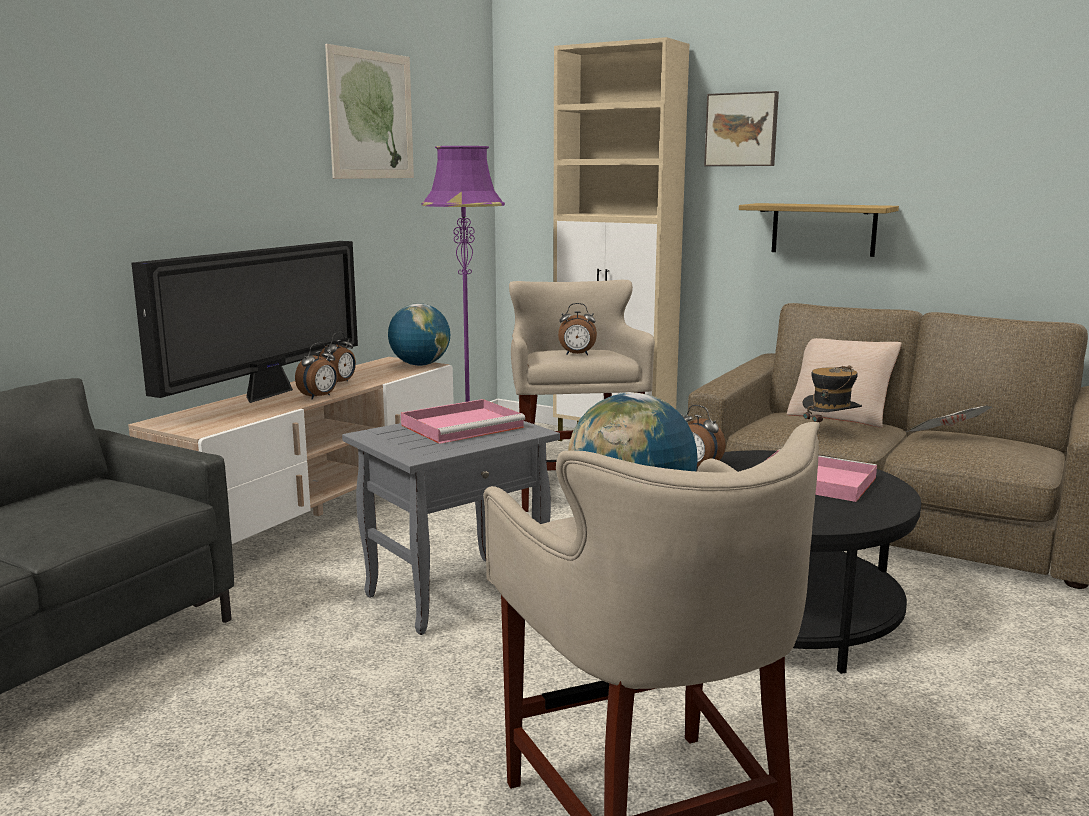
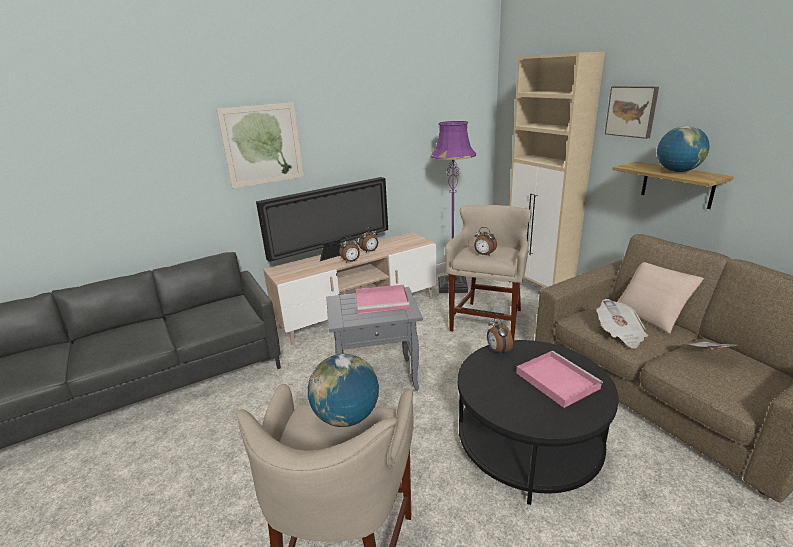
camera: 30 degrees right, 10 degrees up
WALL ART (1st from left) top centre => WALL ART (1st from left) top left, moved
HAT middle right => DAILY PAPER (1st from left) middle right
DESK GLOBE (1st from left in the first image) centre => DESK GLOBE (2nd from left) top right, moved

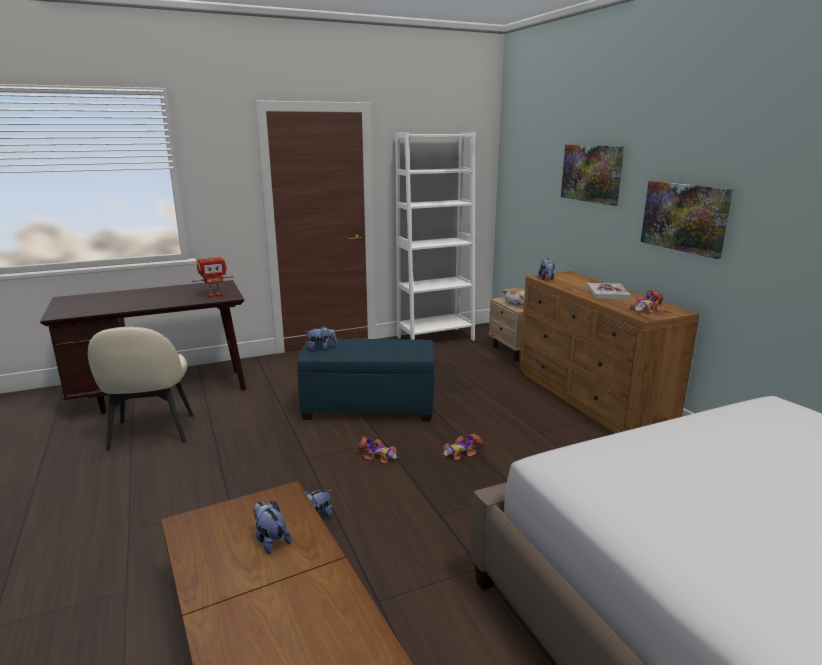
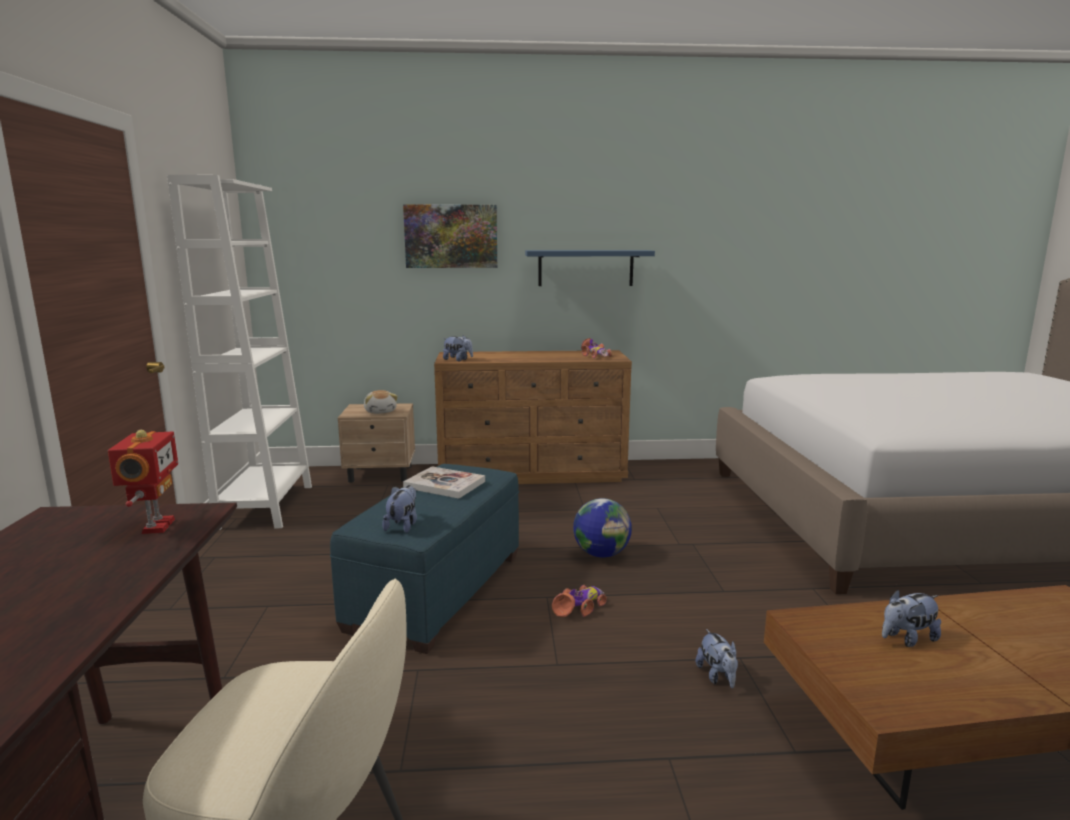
camera: 70 degrees left, 5 degrees down
BOUND BOOK middle right => BOUND BOOK centre, moved
WALL ART (2nd from left) top right => BLUE BRACKET SHELF top centre
MINIATURE CAR (2nd from left) bottom centre => DESK GLOBE centre

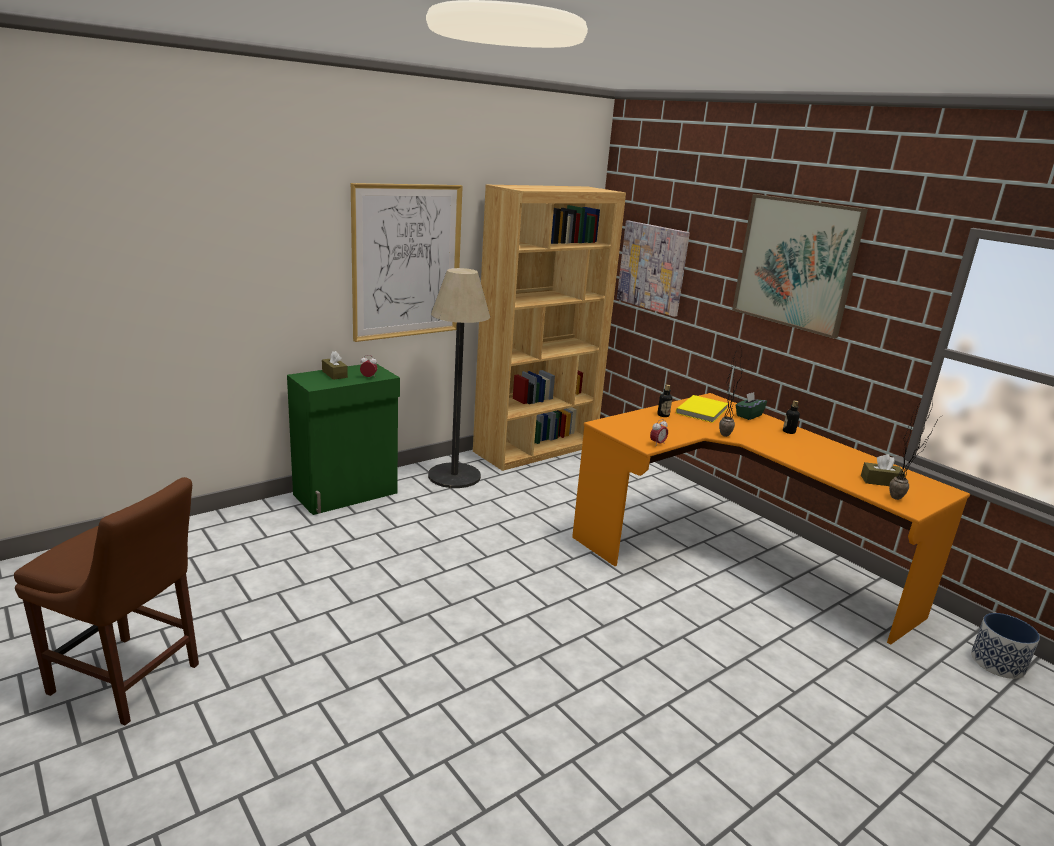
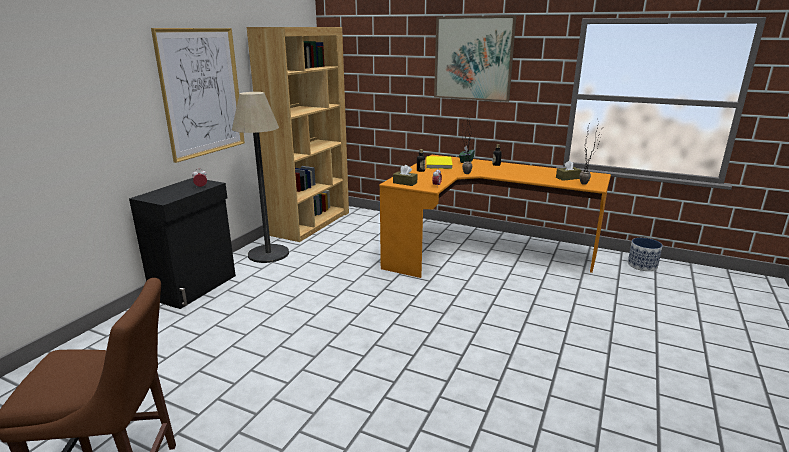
camera: 25 degrees left, 0 degrees up
GREEN CABINET middle left => BLACK CABINET middle left
BROWNISH TISSUE BOX (1st from left) middle left => BROWNISH TISSUE BOX (1st from left) centre, moved
WALL ART (2nd from left) top centre => nothing

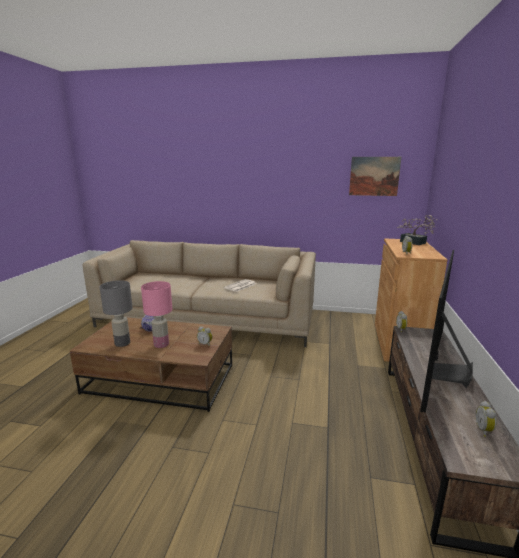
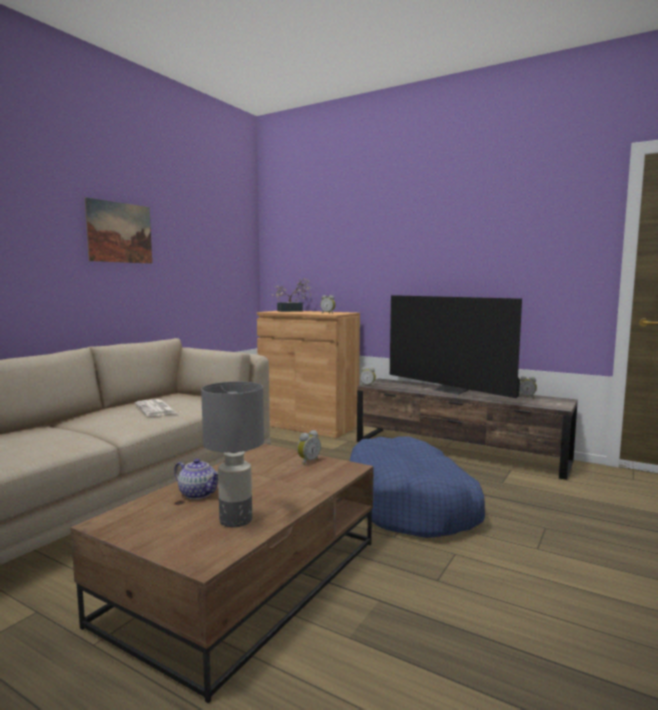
camera: 70 degrees left, 10 degrees down
WALL ART top right => WALL ART top left, moved
nothing => BLUE DOG CUSHION bottom centre
PINKISH TABLE LAMP middle left => nothing

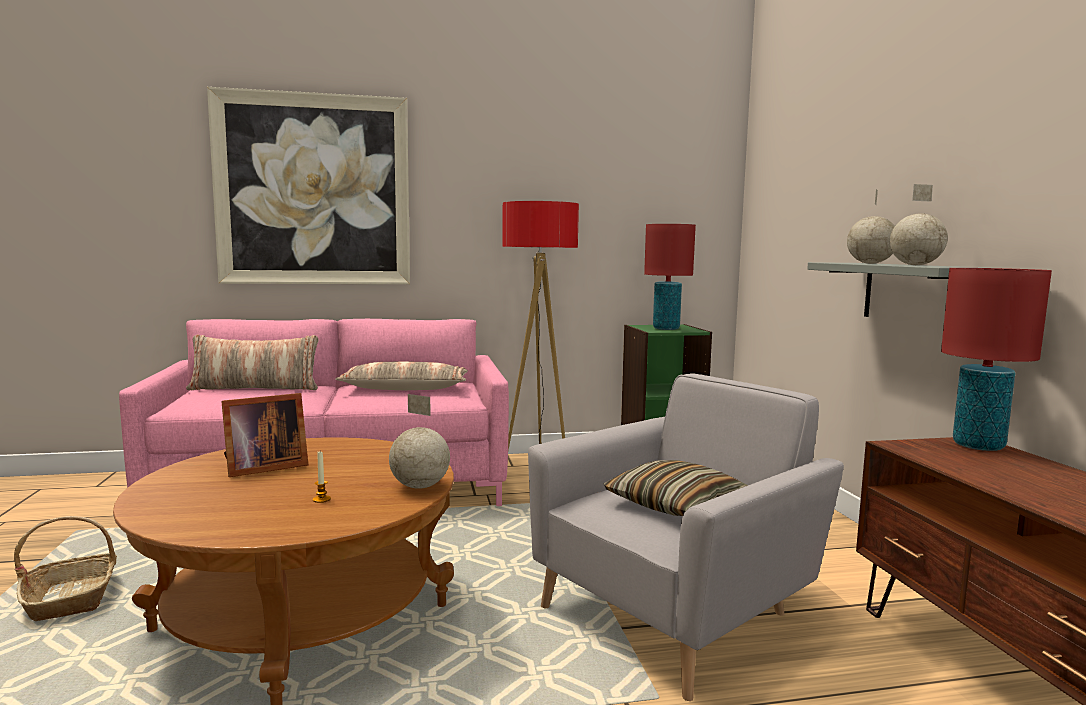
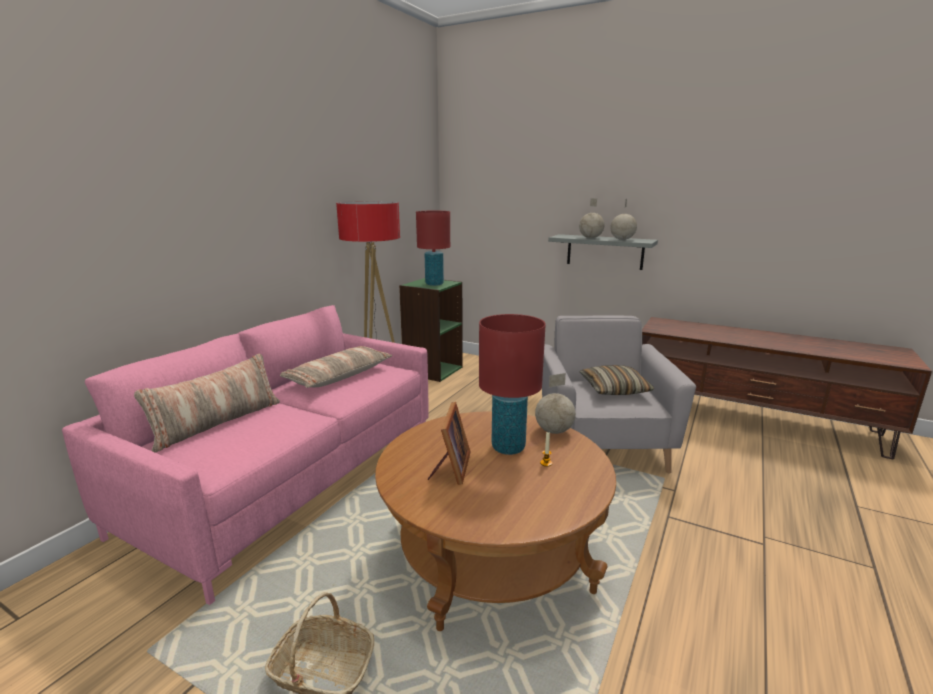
camera: 50 degrees left, 10 degrees up
RED-COLOURED TABLE LAMP (2nd from left) middle right => RED-COLOURED TABLE LAMP (2nd from left) centre, moved
WALL ART top left => nothing

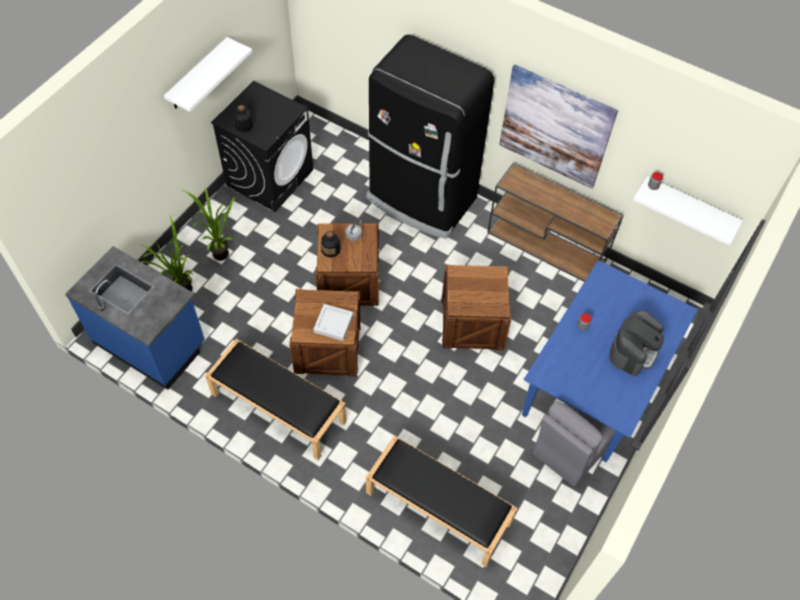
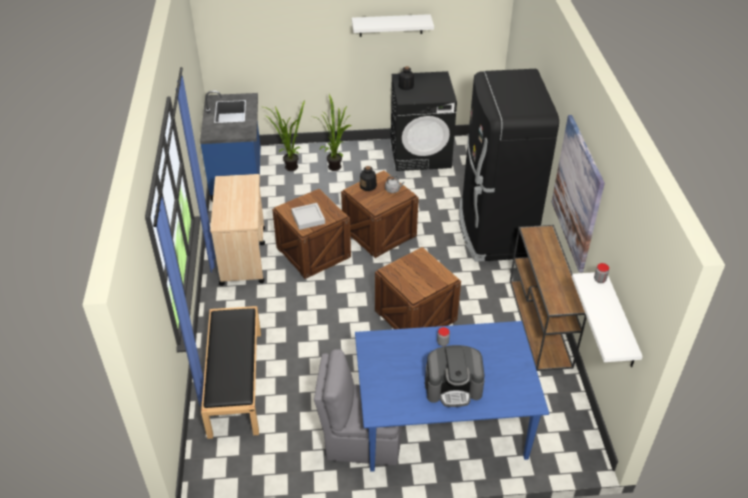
camera: 55 degrees right, 15 degrees down
BLACK LONG SEAT (1st from left) centre => BEIGE-COLOURED CART middle left

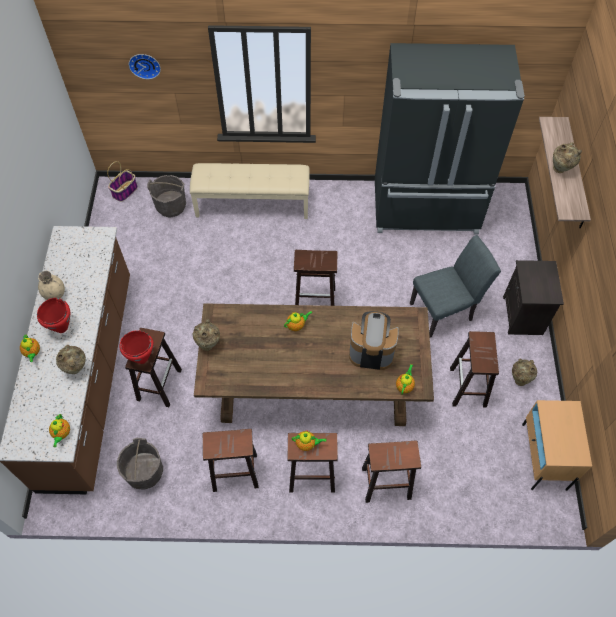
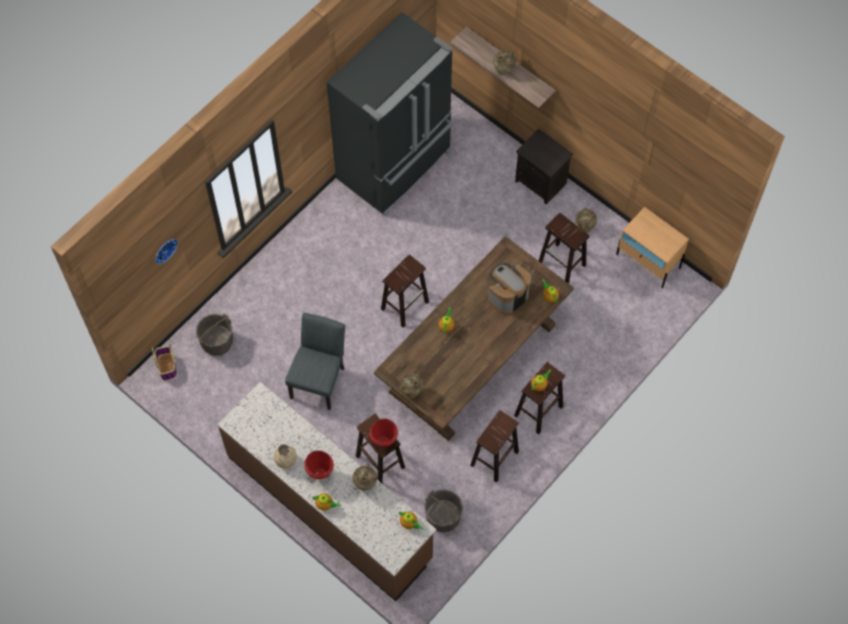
camera: 50 degrees left, 5 degrees up
GREYISH CHAIR middle right => GREYISH CHAIR centre, moved
BEIGE-COLOURED LONG SEAT top centre => nothing
BROWNISH STOOL SEAT (5th from left) bottom centre => nothing

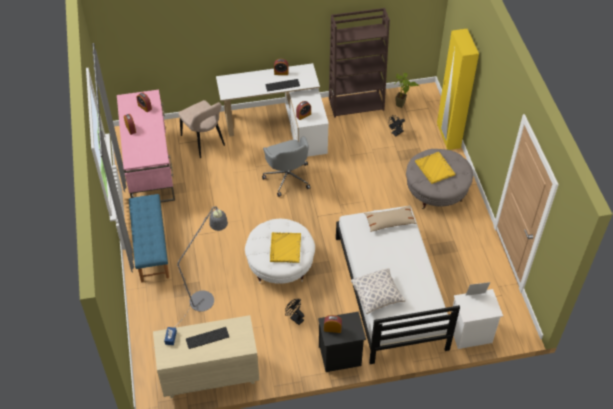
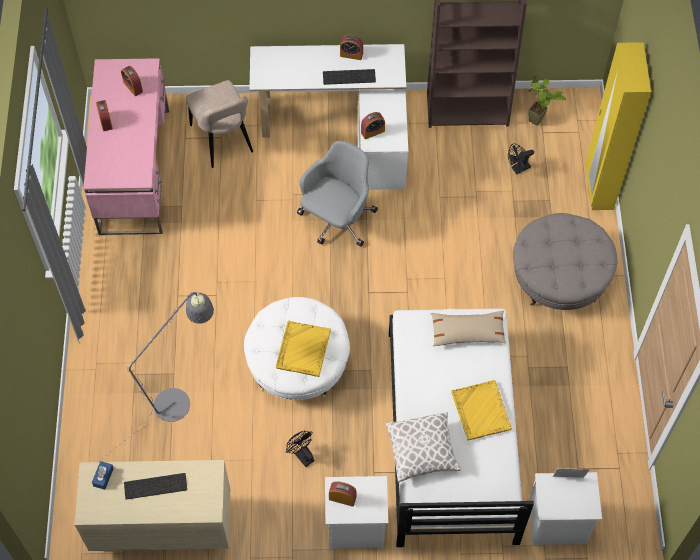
camera: 10 degrees right, 10 degrees up
GREYISH COMPUTER CHAIR centre, 135 degrees counterclockwise
BLACK NIGHT TABLE bottom centre => WHITE-COLOURED NIGHT TABLE (1st from left) bottom centre
YELLOWISH SERVING TRAY (2nd from left) middle right => YELLOWISH SERVING TRAY (2nd from left) bottom right, moved
BLUE LONG SEAT middle left => nothing

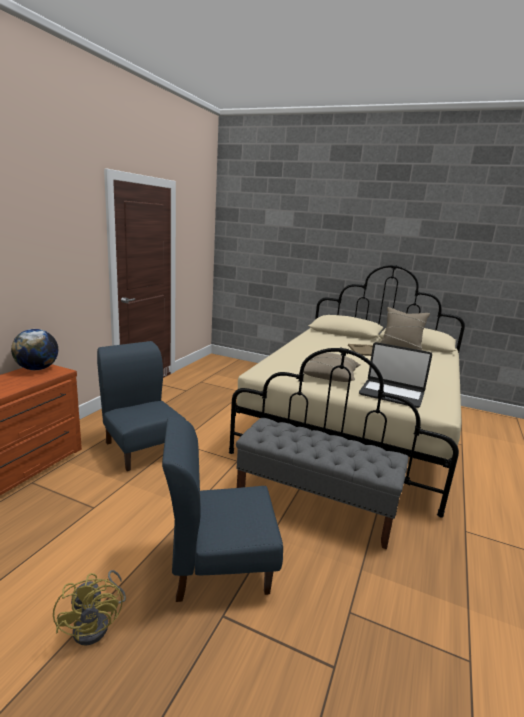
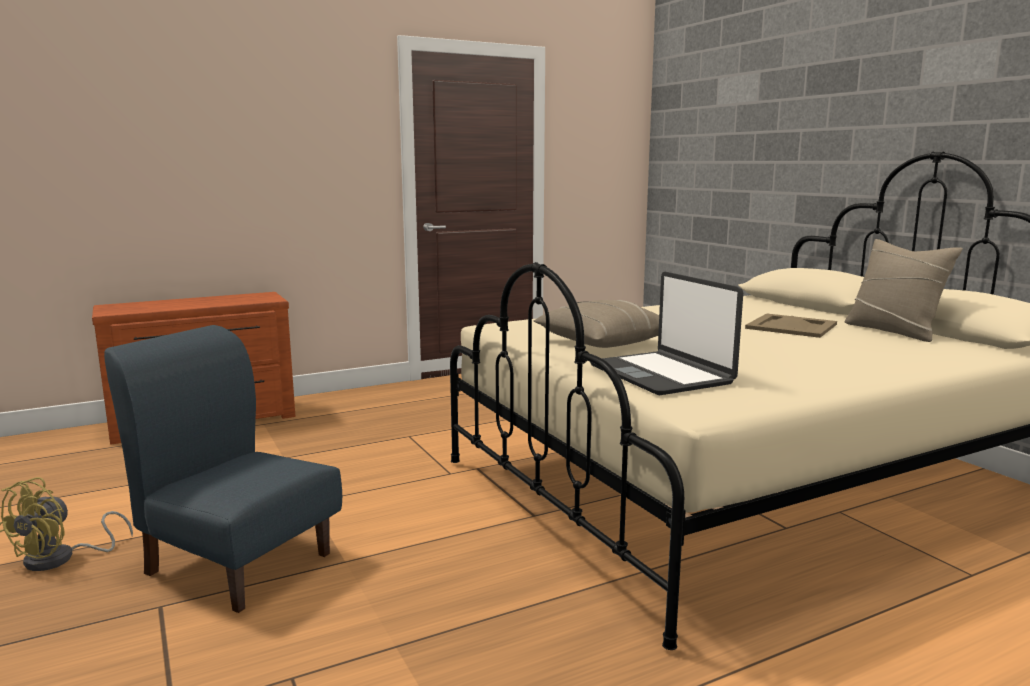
camera: 40 degrees right, 5 degrees down
DESK GLOBE middle left => nothing
BLUE CHAIR (1st from left) middle left => nothing
GREYISH LONG SEAT bottom centre => nothing

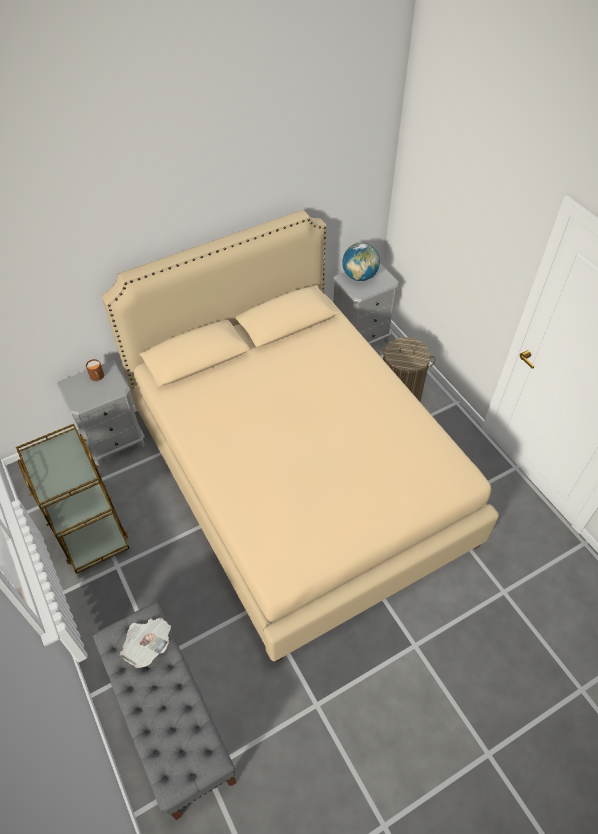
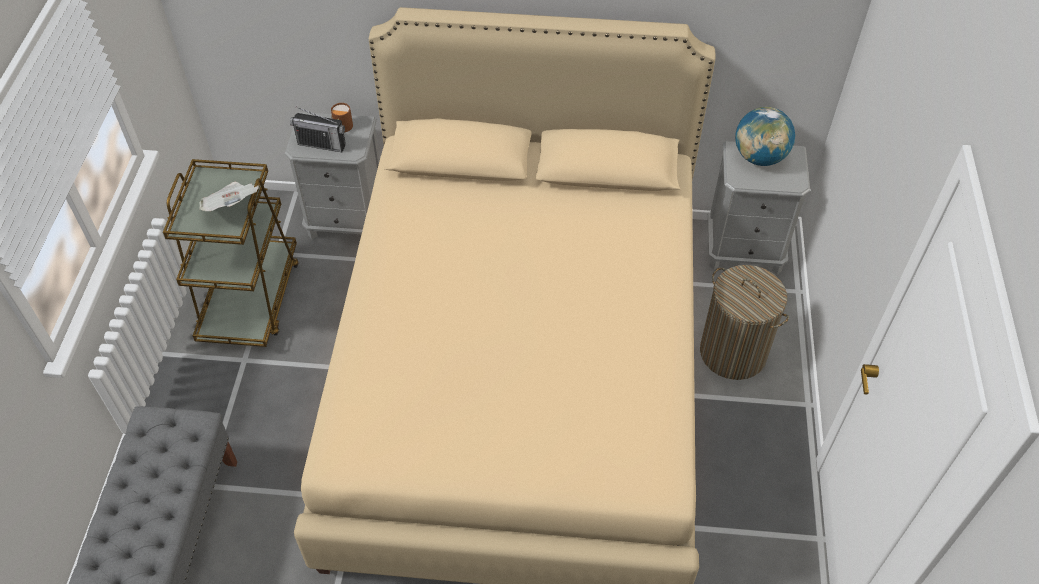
camera: 35 degrees right, 0 degrees up
DAILY PAPER bottom left => DAILY PAPER middle left, moved
nothing => RADIO SET top left

